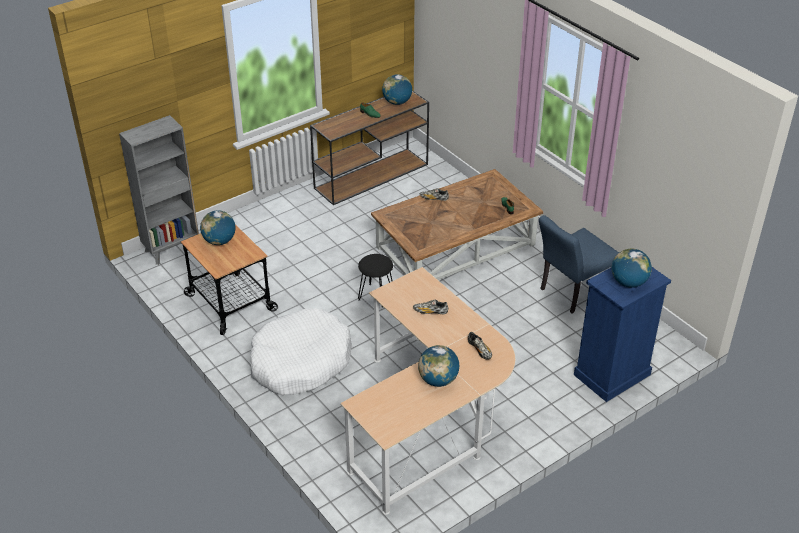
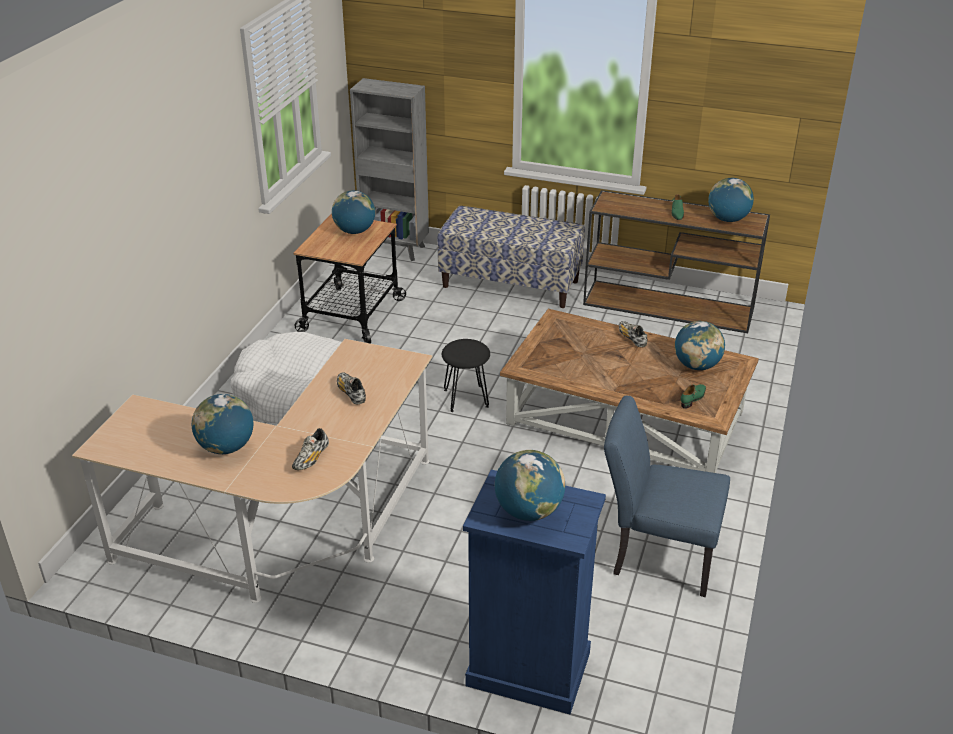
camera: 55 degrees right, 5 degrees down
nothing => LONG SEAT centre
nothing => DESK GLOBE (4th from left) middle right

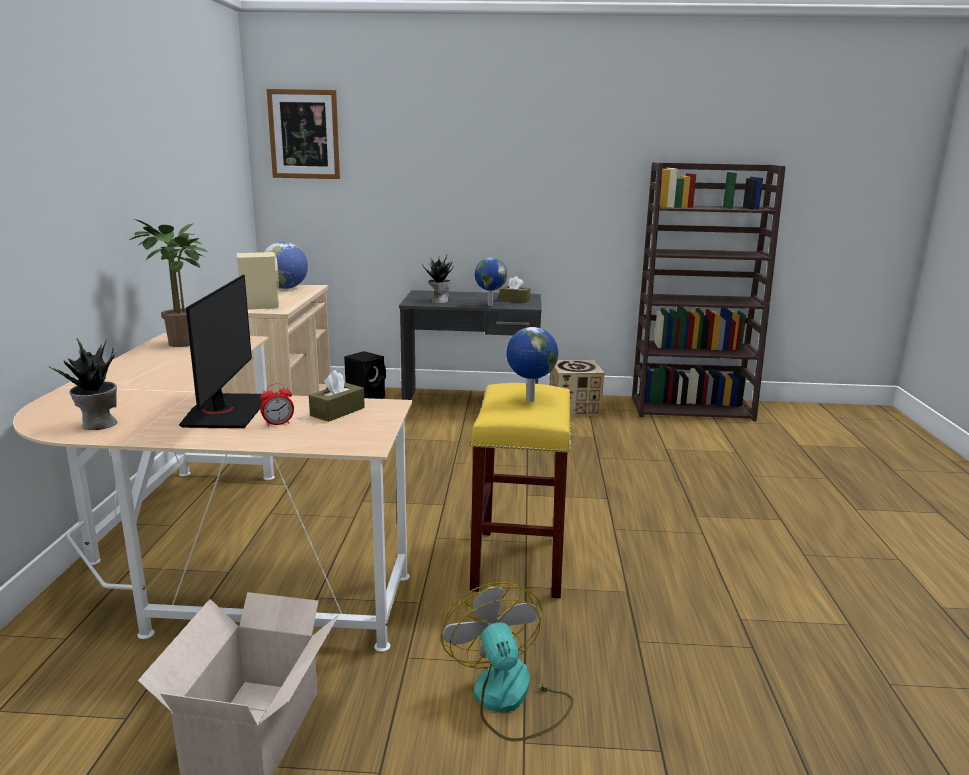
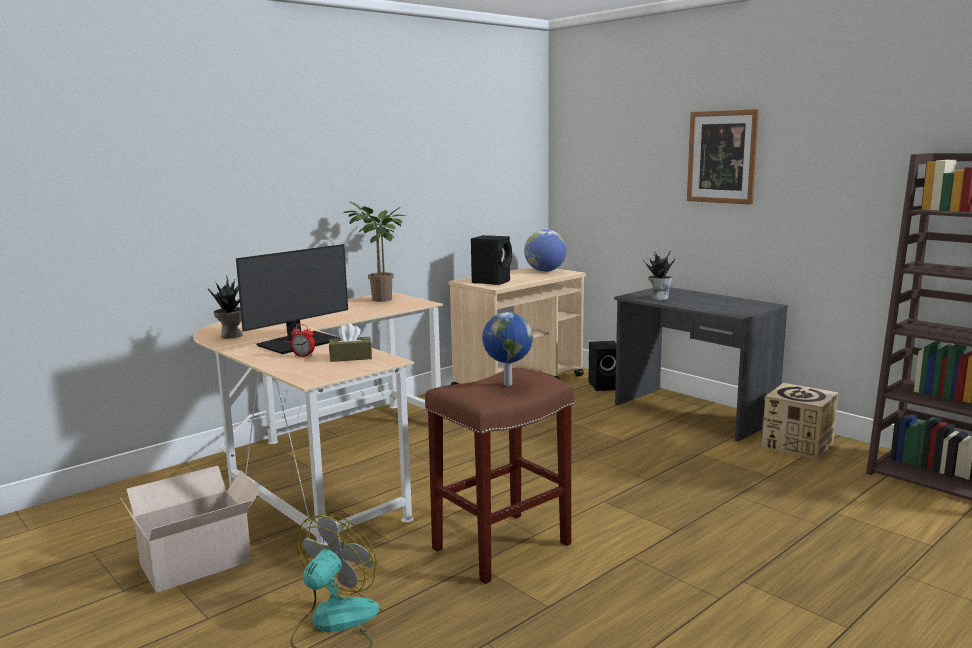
camera: 45 degrees right, 5 degrees down
YELLOWISH STOOL SEAT centre => BROWNISH STOOL SEAT bottom centre
BEIGE-COLOURED SPEAKER middle left => BLACK SPEAKER (1st from left) centre
WALL ART top left => WALL ART top right, moved
DESK GLOBE (2nd from left) centre => nothing
BROWNISH TISSUE BOX (2nd from left) centre => nothing

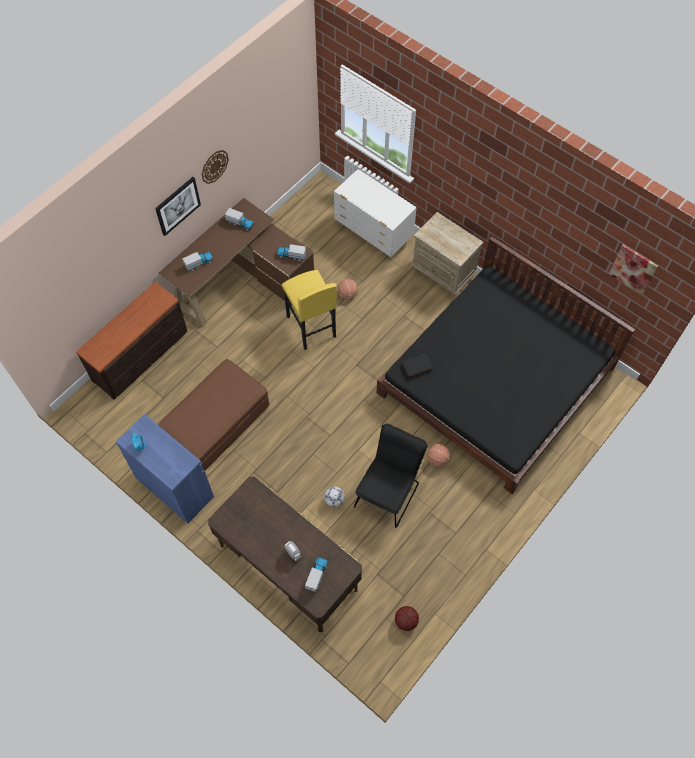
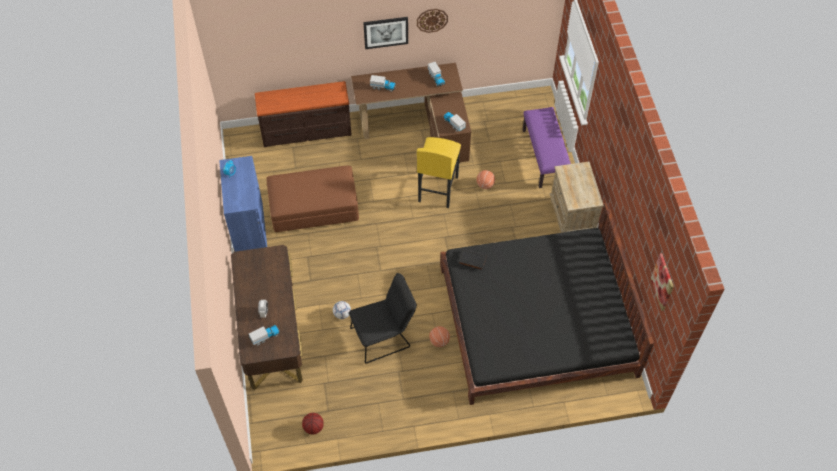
camera: 40 degrees right, 5 degrees down
WHITE-COLOURED CHEST OF DRAWERS top centre => PURPLISH LONG SEAT top centre

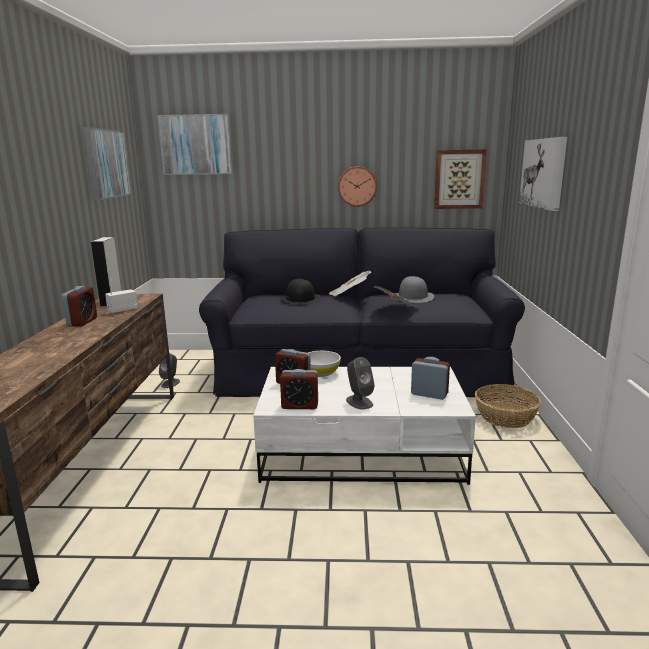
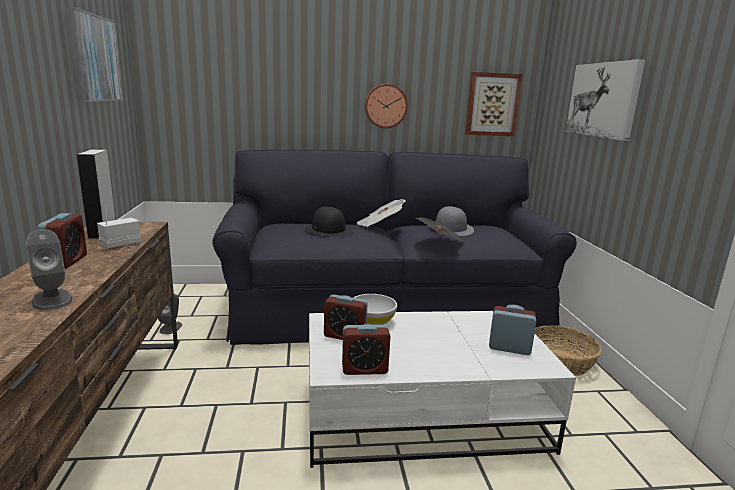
camera: 10 degrees left, 0 degrees up
GREYISH SPEAKER (3rd from left in the first image) centre => GREYISH SPEAKER (1st from left) middle left, moved
WALL ART (2nd from left) top left => nothing

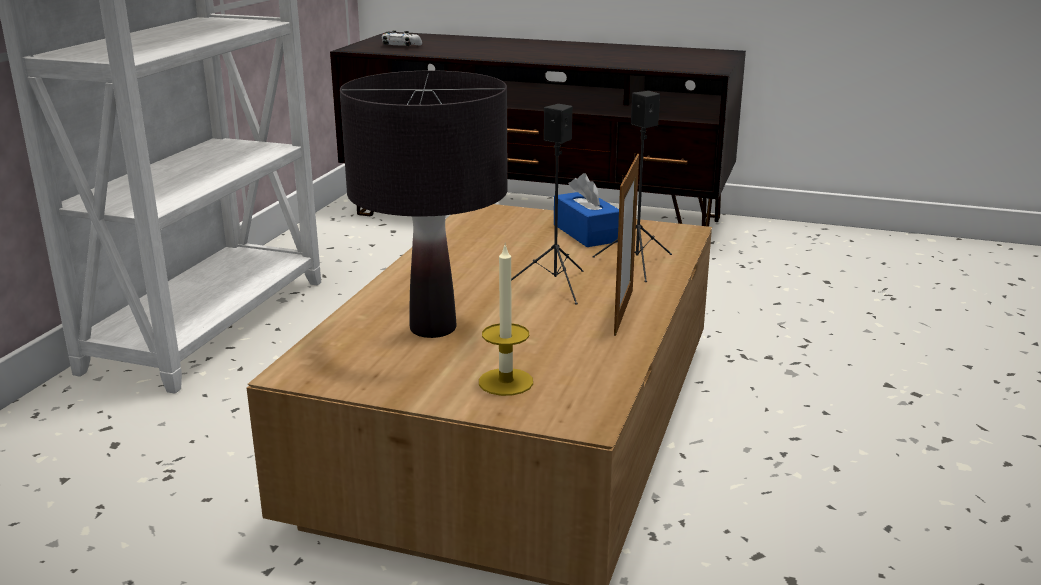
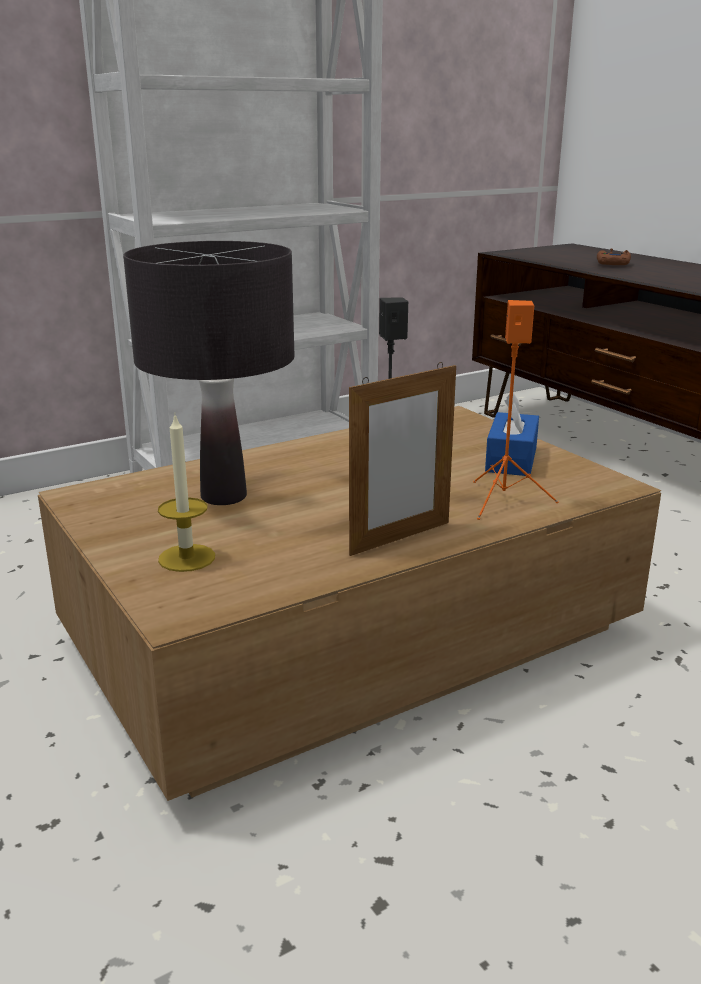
camera: 40 degrees right, 0 degrees up
BLACK SPEAKER (2nd from left) top centre => ORANGEY SPEAKER middle right
nothing => BROWNISH GAME CONTROLLER top right
WHITE-COLOURED GAME CONTROLLER top centre => nothing

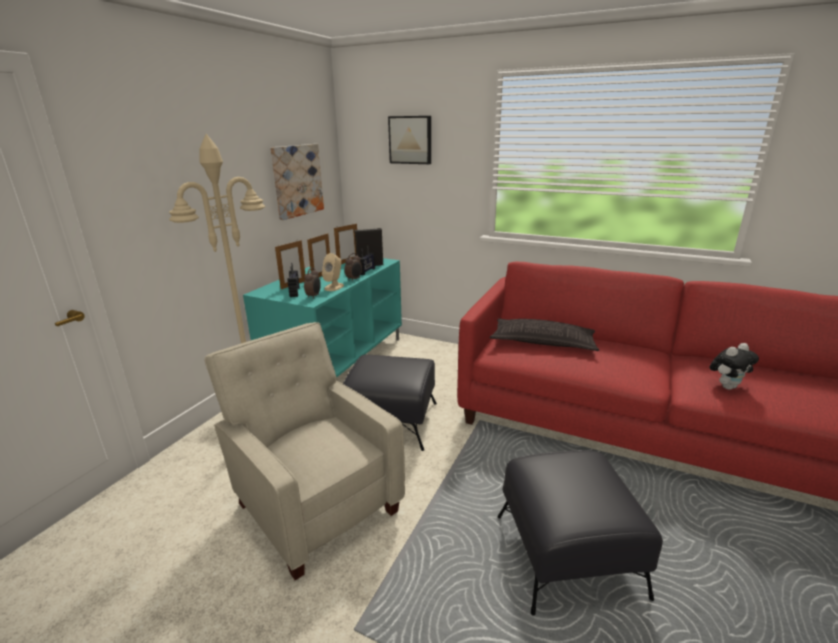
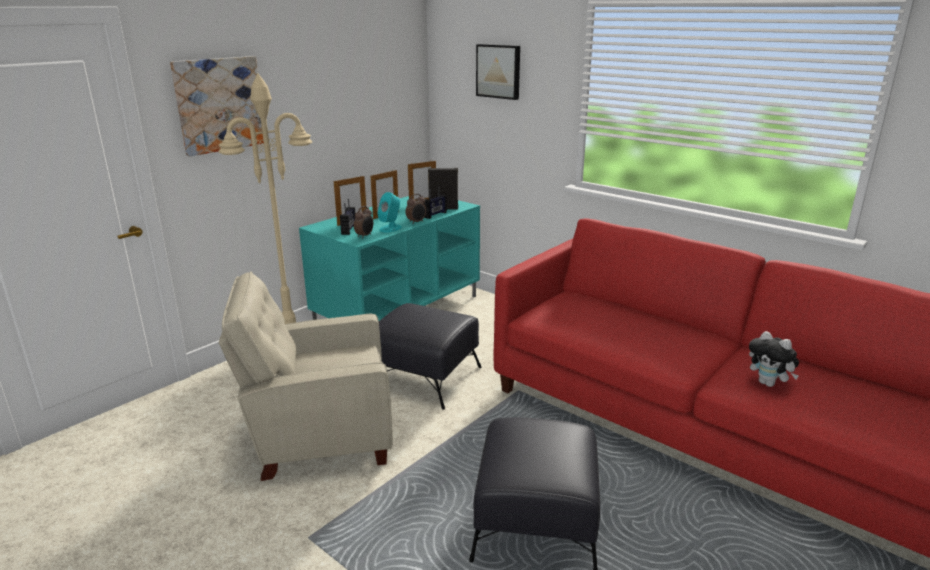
camera: 15 degrees right, 0 degrees up
WALL ART (1st from left) top centre => WALL ART (1st from left) top left, moved
BEIGE-COLOURED LOUNGE CHAIR bottom centre => BEIGE-COLOURED LOUNGE CHAIR middle left, 75 degrees counterclockwise
BEIGE-COLOURED SPEAKER centre => TURQUOISE SPEAKER centre
SOFT TOY middle right, 60 degrees clockwise
THROW PILLOW centre => nothing

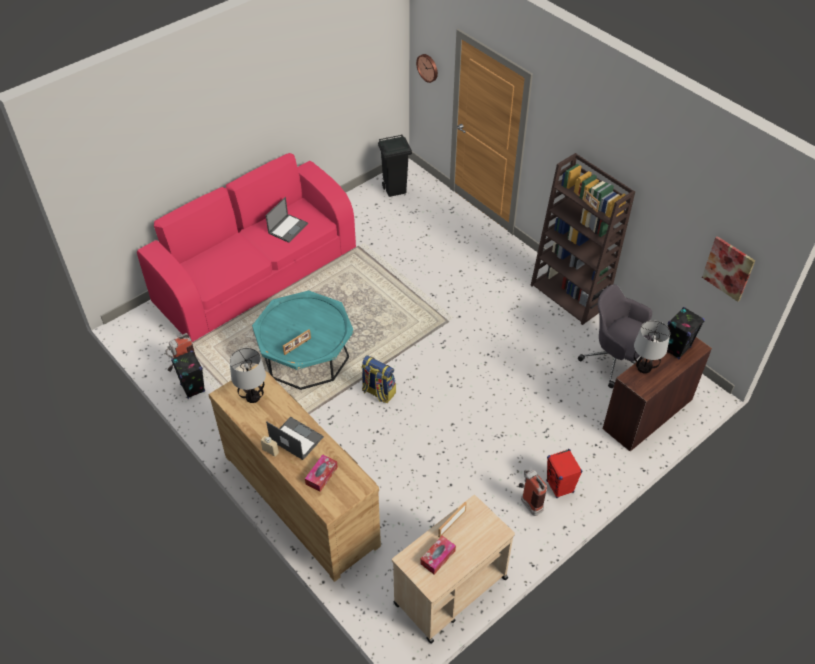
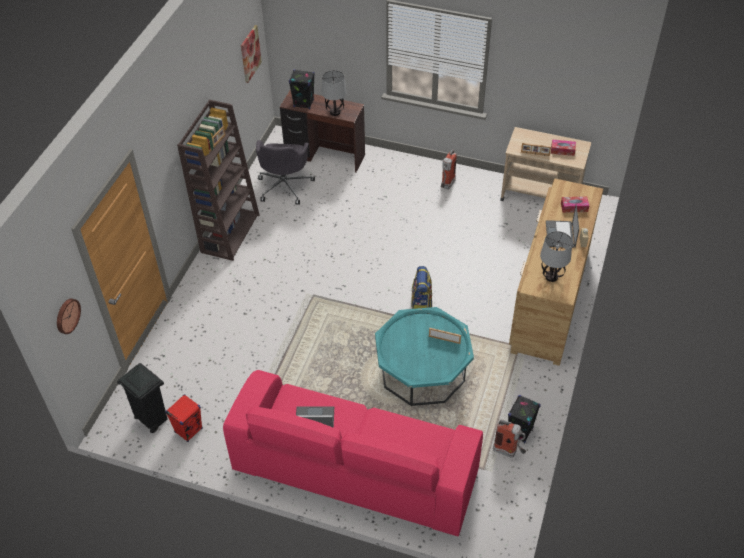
camera: 120 degrees left, 0 degrees up
RED-COLOURED SPEAKER bottom right => RED-COLOURED SPEAKER bottom left, moved

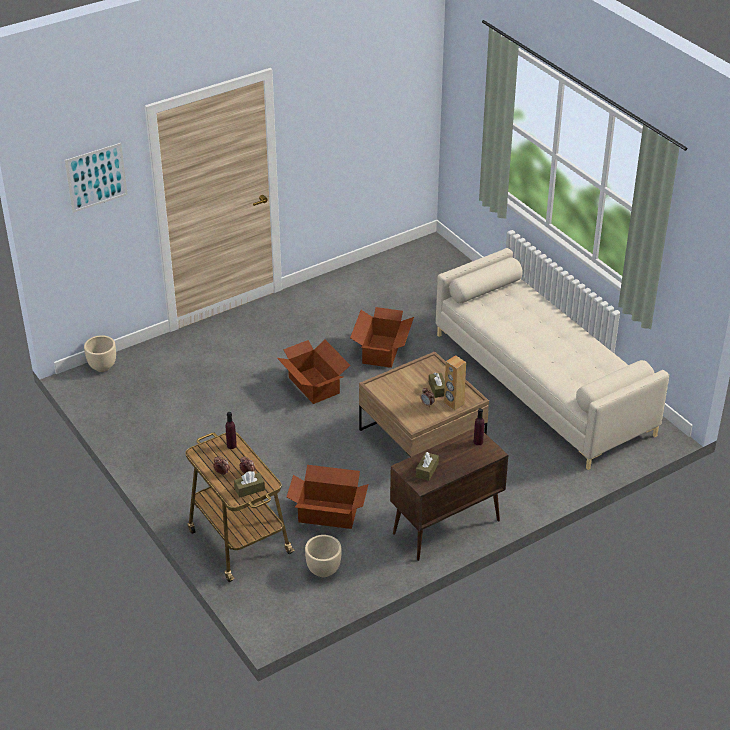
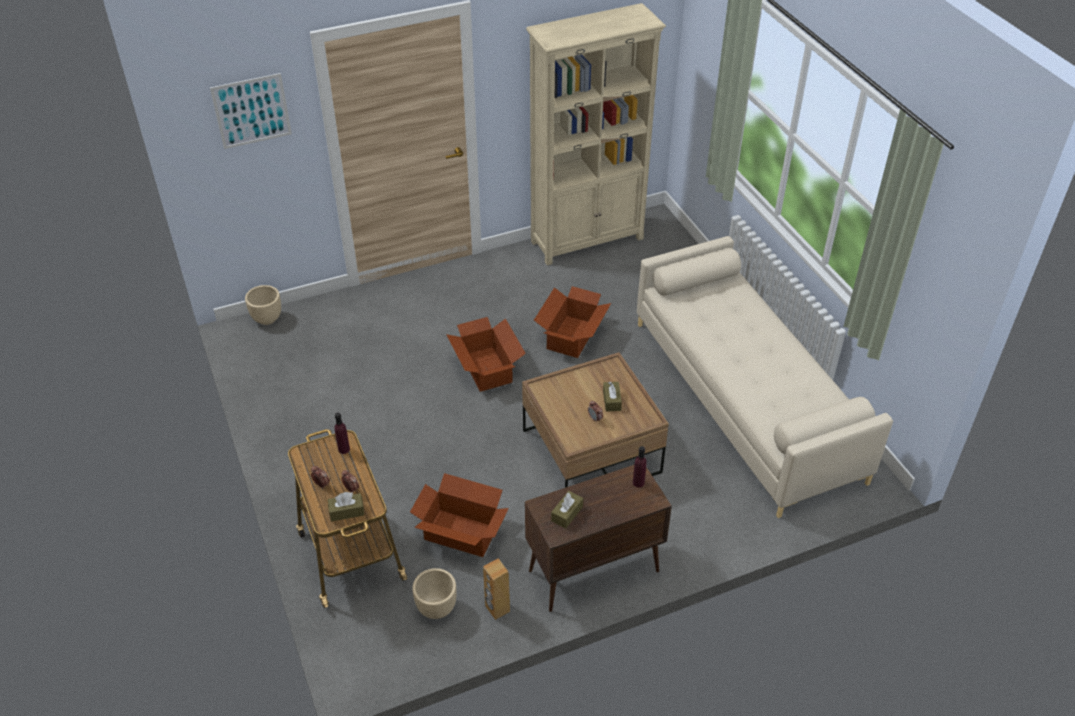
camera: 10 degrees right, 5 degrees up
BROWNISH SPEAKER centre => BROWNISH SPEAKER bottom centre, moved
nothing => BEIGE-COLOURED BOOKSHELF top centre

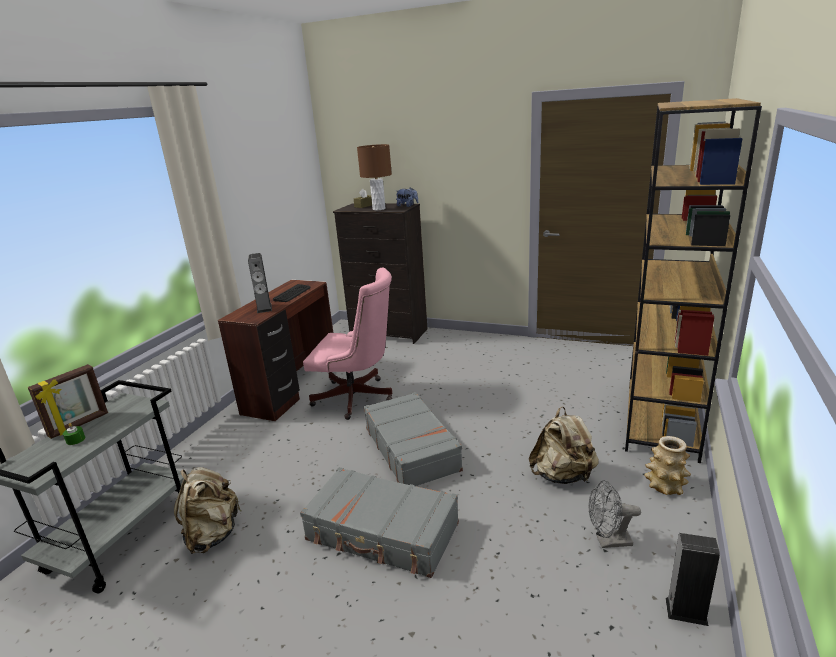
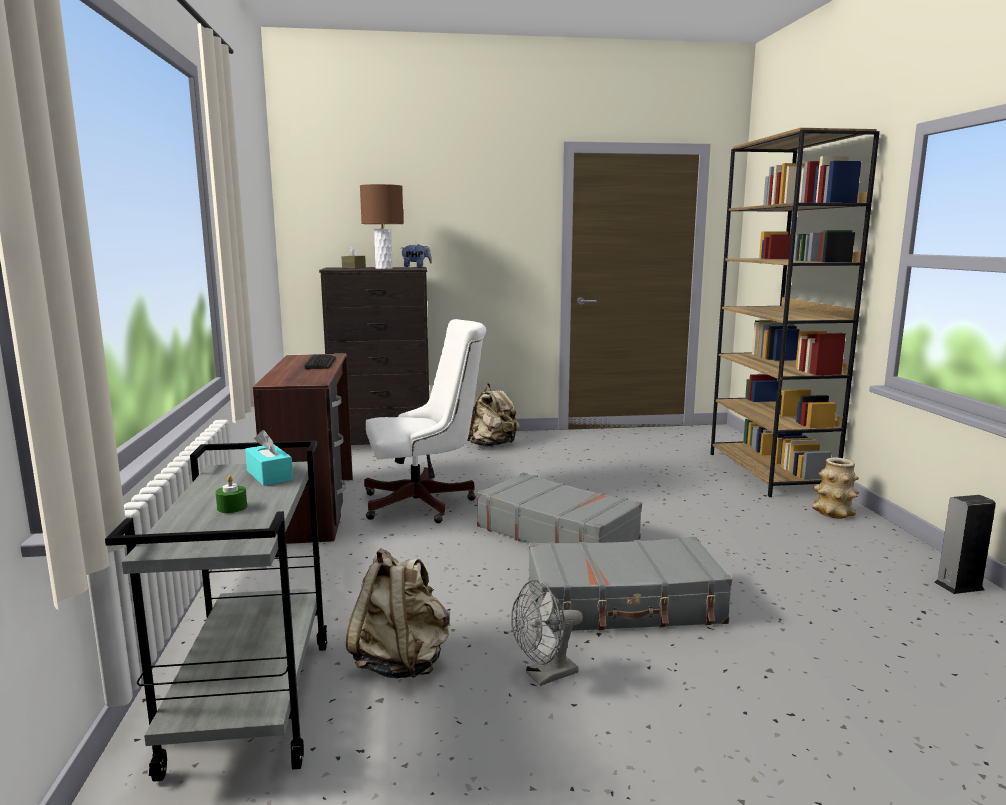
camera: 30 degrees left, 10 degrees down
nothing => TURQUOISE TISSUE BOX middle left
PINKISH COMPUTER CHAIR centre => WHITE-COLOURED COMPUTER CHAIR centre
BEIGE-COLOURED RUCKSACK (2nd from left) bottom right => BEIGE-COLOURED RUCKSACK (2nd from left) centre, moved
GREYISH FAN bottom right => GREYISH FAN bottom centre, moved
PHOTO FRAME middle left => nothing
SPEAKER (1st from left) middle left => nothing

